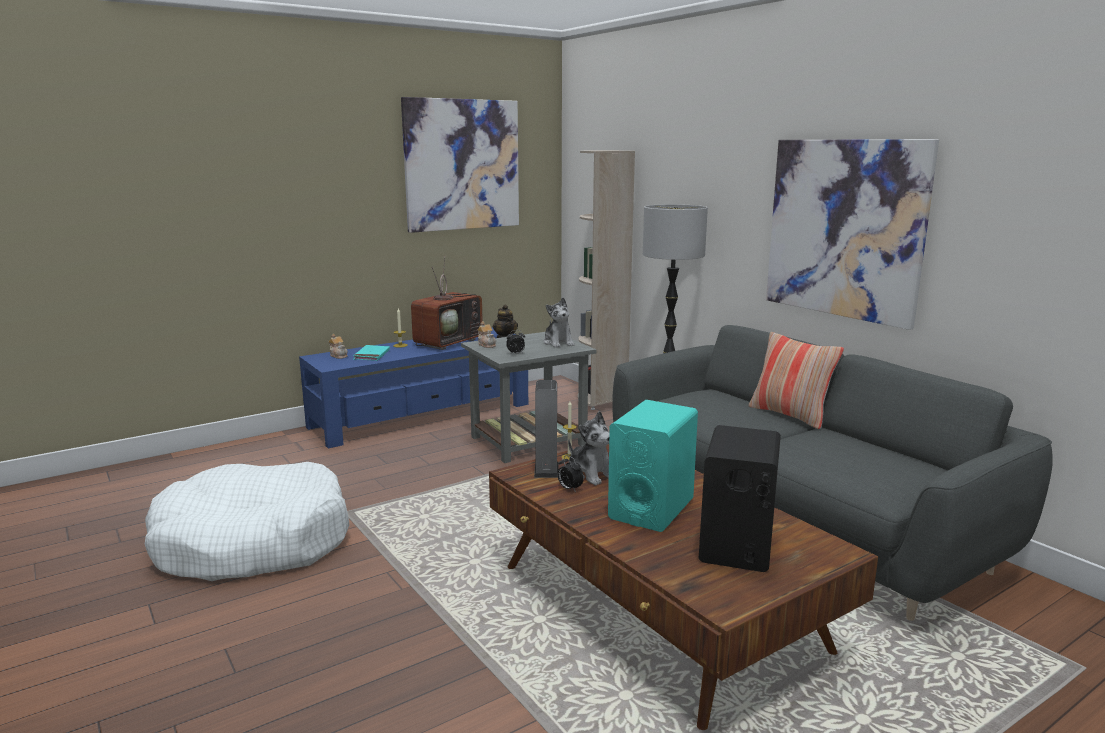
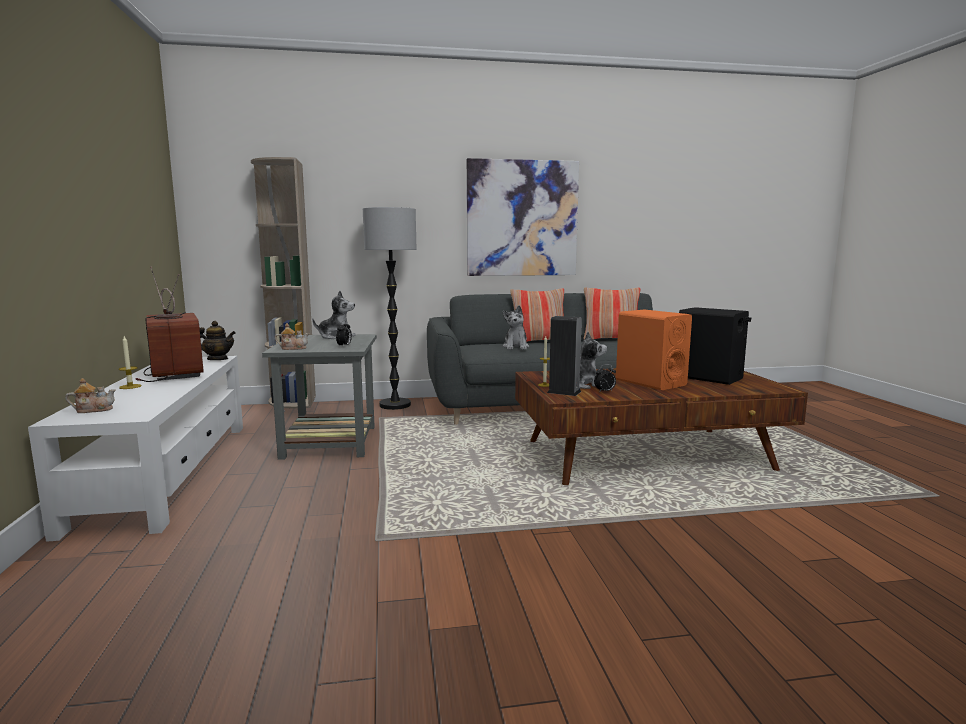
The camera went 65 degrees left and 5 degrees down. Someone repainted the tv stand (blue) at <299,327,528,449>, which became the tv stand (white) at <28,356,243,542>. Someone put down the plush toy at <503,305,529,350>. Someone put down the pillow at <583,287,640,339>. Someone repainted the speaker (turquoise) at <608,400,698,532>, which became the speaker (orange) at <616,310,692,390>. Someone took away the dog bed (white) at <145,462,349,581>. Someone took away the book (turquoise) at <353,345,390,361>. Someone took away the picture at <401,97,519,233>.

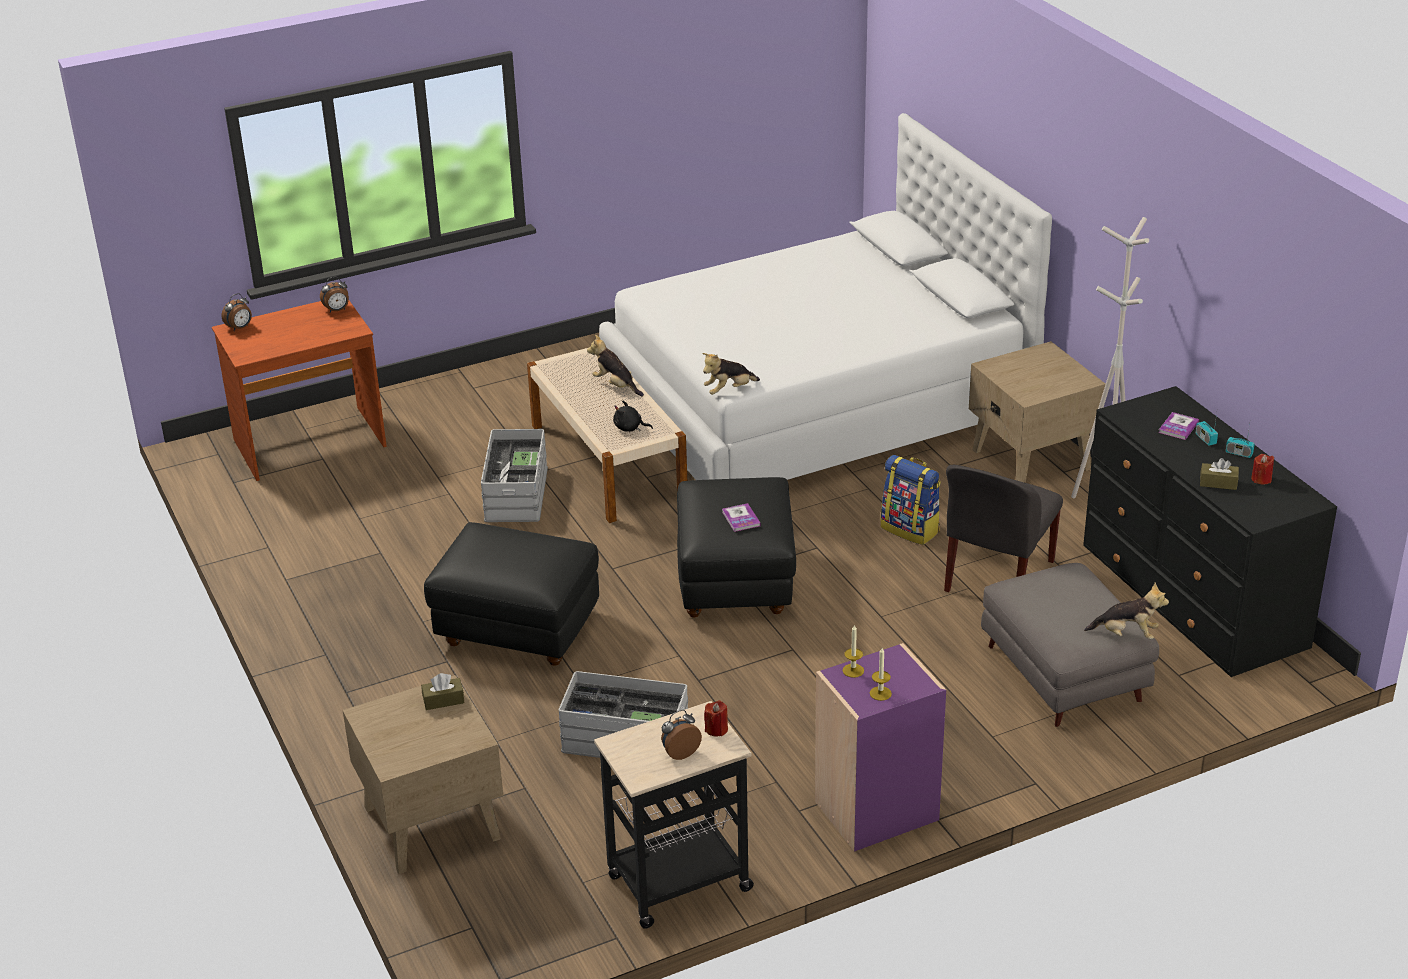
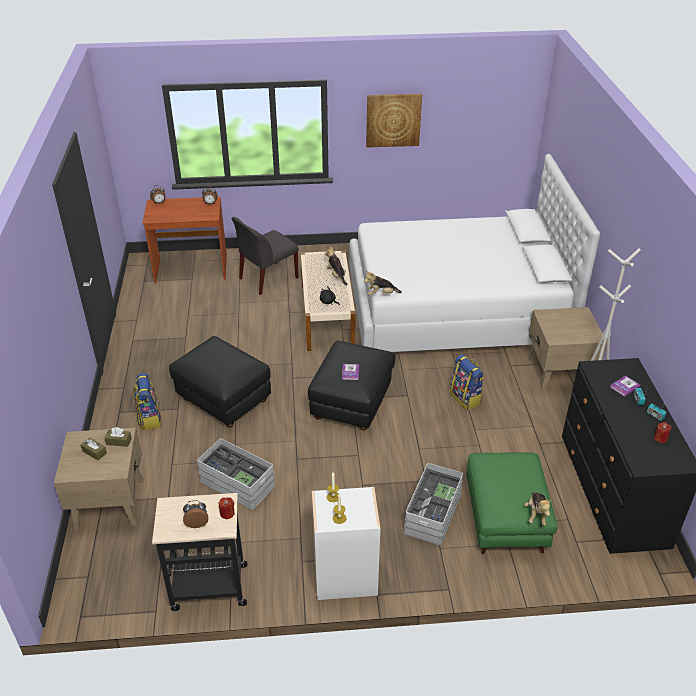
The camera went 20 degrees right and 5 degrees up. Someone carried the tissue box (brown) from <1200,458,1239,490> to <80,438,107,460>. Someone put down the backpack at <133,373,161,430>. Someone carried the chair (grey) from <944,465,1063,592> to <232,217,299,295>. Someone repainted the bookcase (purple) at <815,643,946,851>, which became the bookcase (white) at <312,487,380,600>. Someone put up the picture at <366,94,422,147>. Someone carried the storage box (grey) from <481,429,548,522> to <404,463,464,545>. Someone repainted the ottoman (grey) at <981,563,1159,727>, which became the ottoman (green) at <466,452,558,554>. Someone rotated the plush toy at <1084,583,1169,639> by 60 degrees clockwise.

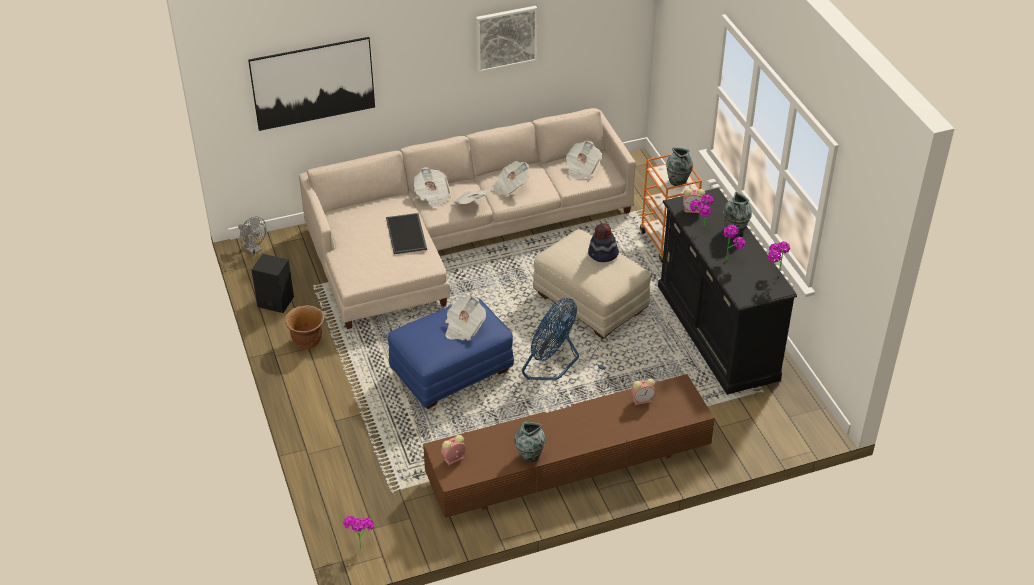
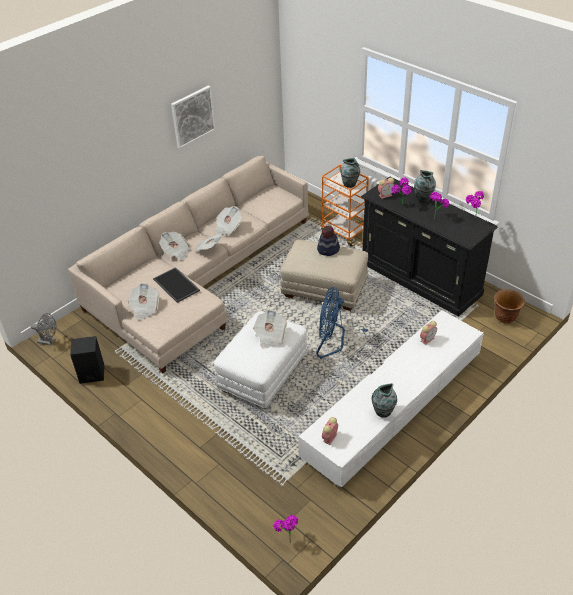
The camera went 25 degrees left and 0 degrees up. Someone carried the newspaper from <565,141,602,179> to <128,283,160,320>. Someone repainted the ottoman (blue) at <388,297,514,409>, which became the ottoman (white) at <214,311,307,409>. Someone repainted the tv stand (brown) at <423,374,715,518>, which became the tv stand (white) at <299,310,484,487>. Someone carried the planter (brown) from <285,305,325,349> to <494,289,525,324>. Someone took away the picture at <248,37,375,131>.

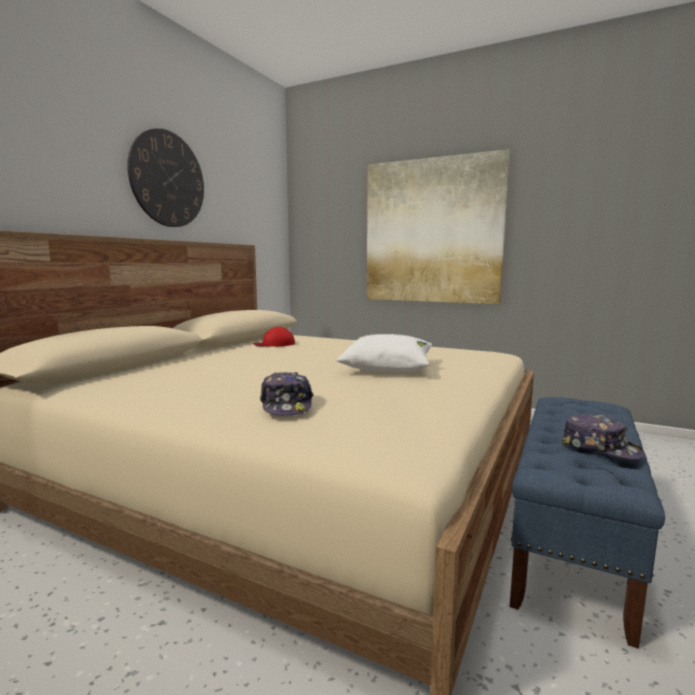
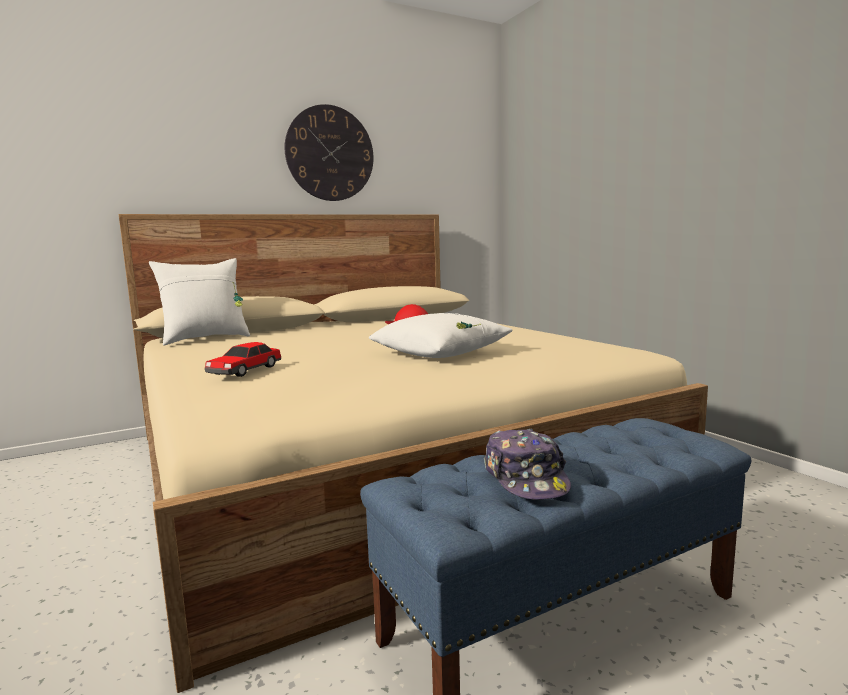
The camera went 35 degrees right and 0 degrees up. Someone put down the pillow (white) at <149,258,250,345>. Someone swapped the cap at <260,372,314,415> for the toy car at <205,342,281,377>. Someone took away the picture at <367,149,510,304>.

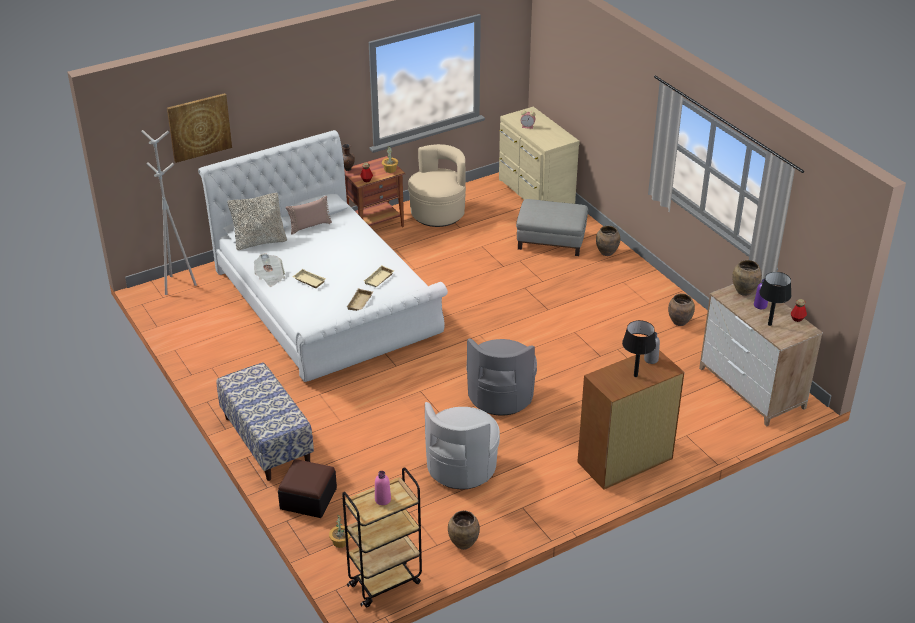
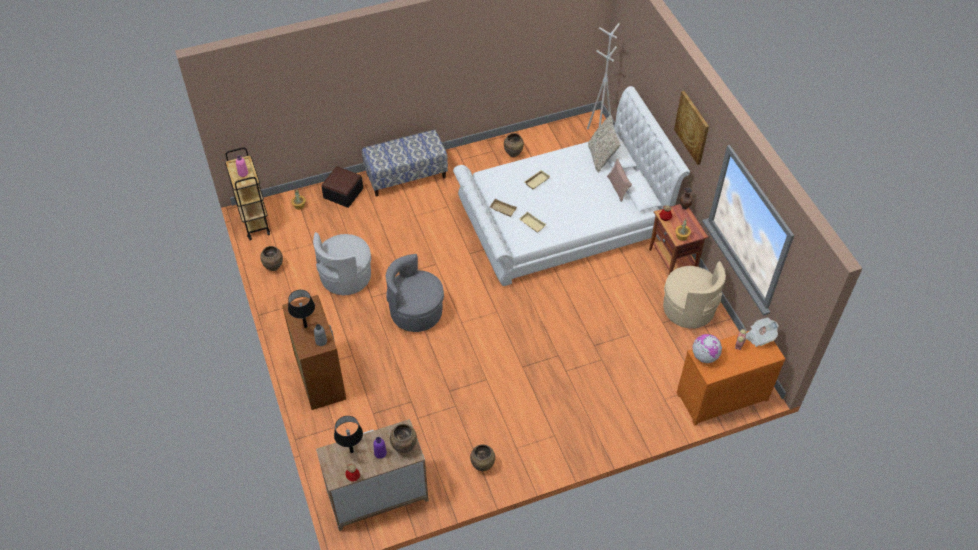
The camera went 100 degrees right and 15 degrees up. Someone rotated the armchair (white) at <425,402,500,489> by 90 degrees counterclockwise. Someone carried the vase (brown) from <596,226,620,256> to <504,133,524,157>. Someone carried the picture from <167,93,232,163> to <674,91,709,165>. Someone repainted the dresser (beige) at <499,107,580,204>, which became the dresser (orange) at <676,331,785,426>. Someone put down the globe at <692,334,722,363>. Someone carried the newspaper from <254,253,285,287> to <746,318,779,347>. Someone took away the ottoman (grey) at <516,199,588,256>.

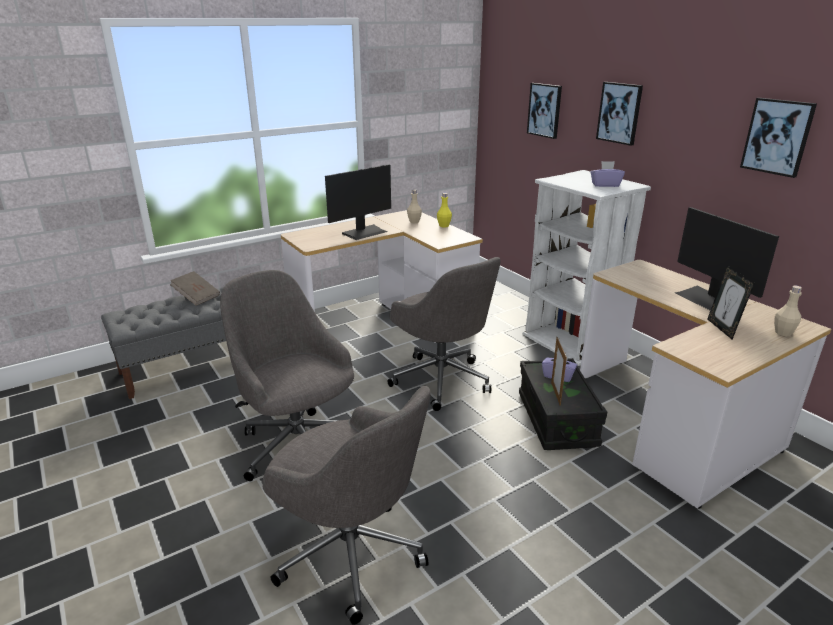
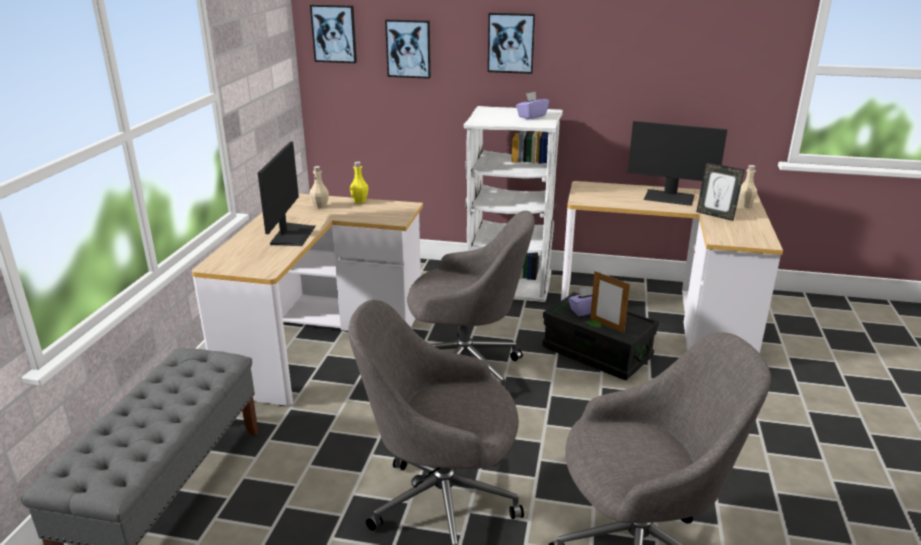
The camera went 45 degrees left and 0 degrees up. Someone carried the picture from <740,98,817,178> to <310,5,357,63>. Someone took away the book (brown) at <170,271,220,306>.

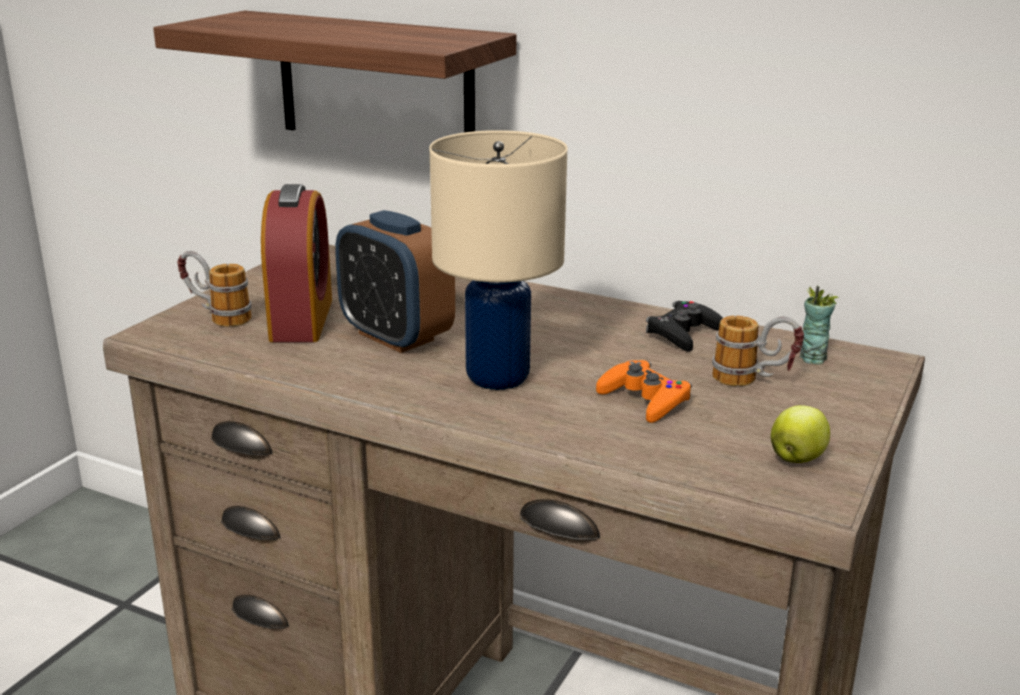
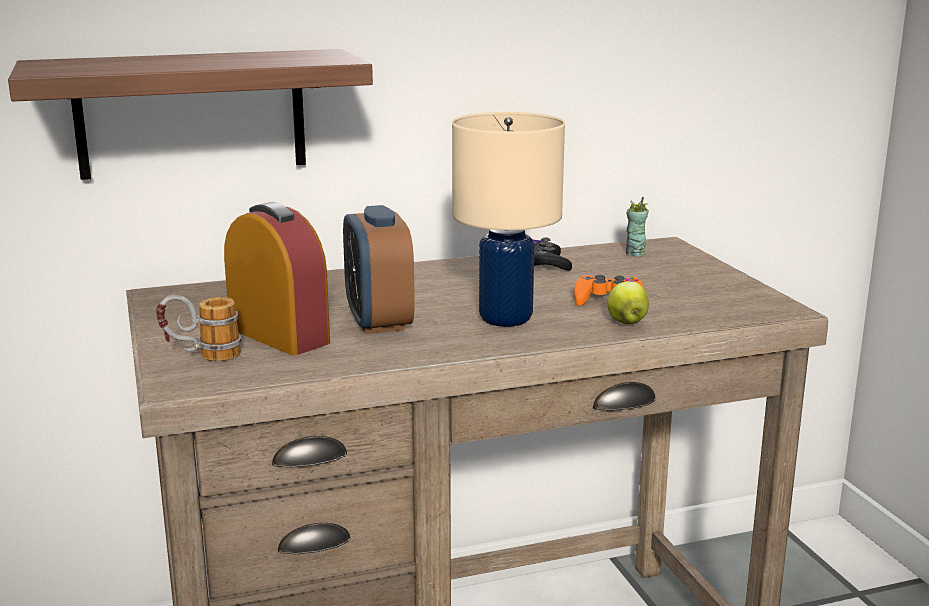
The camera went 45 degrees left and 5 degrees down. Someone rotated the alarm clock at <335,210,455,353> by 75 degrees clockwise. Someone carried the apple from <771,405,830,463> to <607,281,649,324>. Someone took away the mug at <712,315,804,386>.

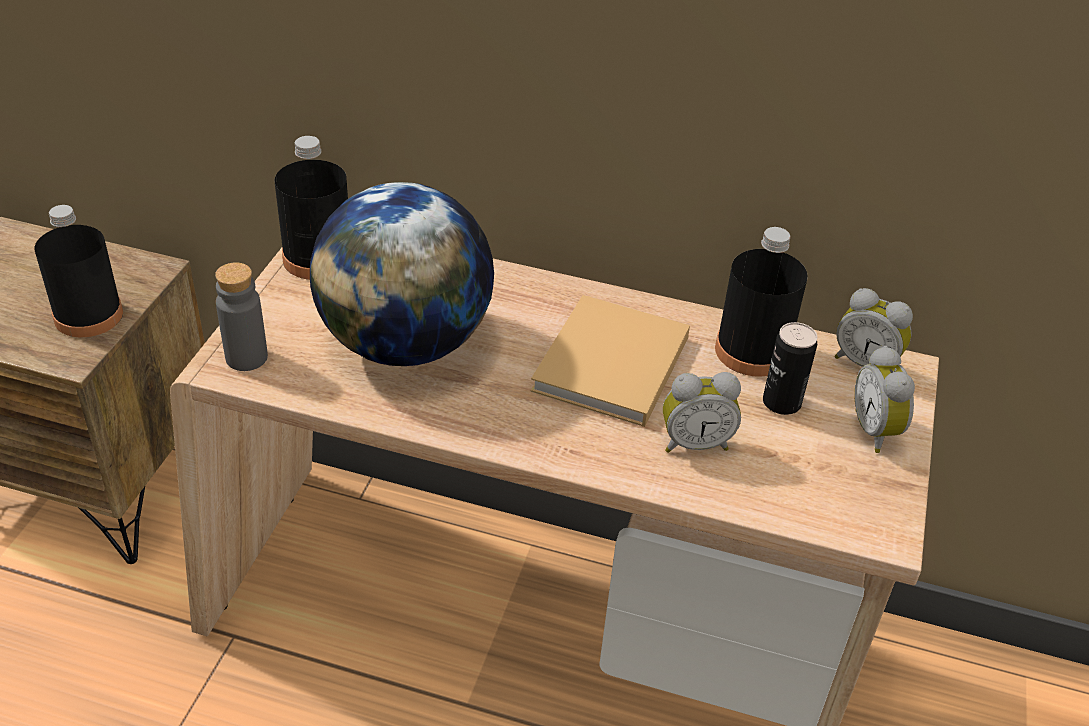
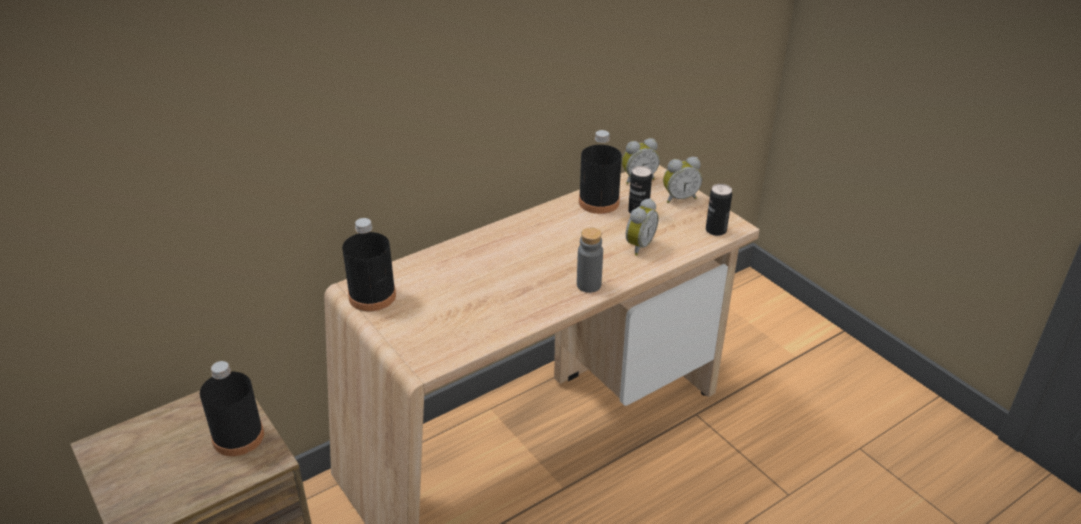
The camera went 50 degrees left and 5 degrees down. Someone carried the bottle (grey) from <215,262,268,371> to <577,228,603,293>. Someone rotated the alarm clock at <855,346,915,453> by 45 degrees counterclockwise. Someone put down the can at <706,184,732,236>. Someone took away the globe at <310,182,494,366>. Someone took away the book (beige) at <530,295,690,427>.

